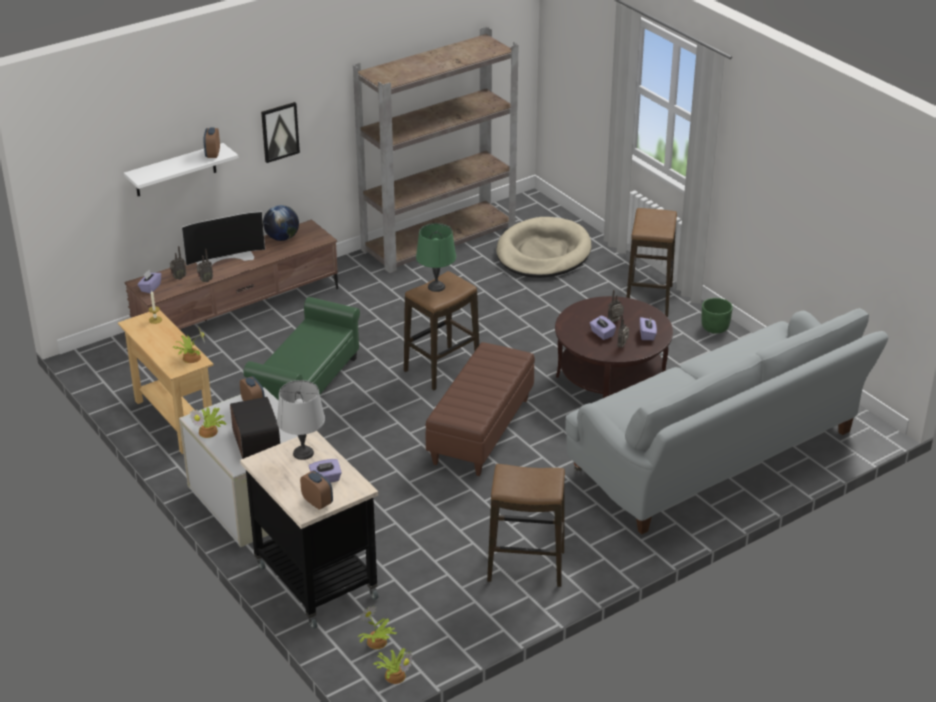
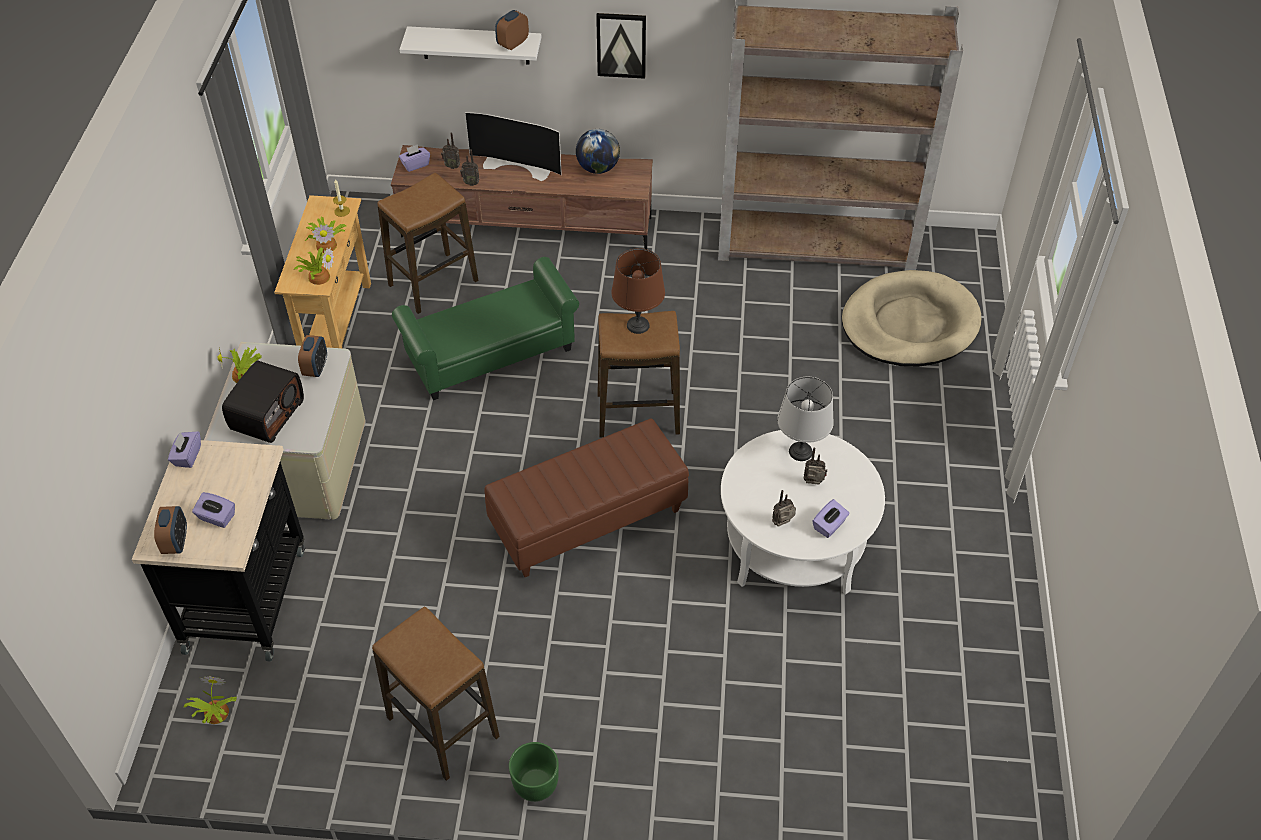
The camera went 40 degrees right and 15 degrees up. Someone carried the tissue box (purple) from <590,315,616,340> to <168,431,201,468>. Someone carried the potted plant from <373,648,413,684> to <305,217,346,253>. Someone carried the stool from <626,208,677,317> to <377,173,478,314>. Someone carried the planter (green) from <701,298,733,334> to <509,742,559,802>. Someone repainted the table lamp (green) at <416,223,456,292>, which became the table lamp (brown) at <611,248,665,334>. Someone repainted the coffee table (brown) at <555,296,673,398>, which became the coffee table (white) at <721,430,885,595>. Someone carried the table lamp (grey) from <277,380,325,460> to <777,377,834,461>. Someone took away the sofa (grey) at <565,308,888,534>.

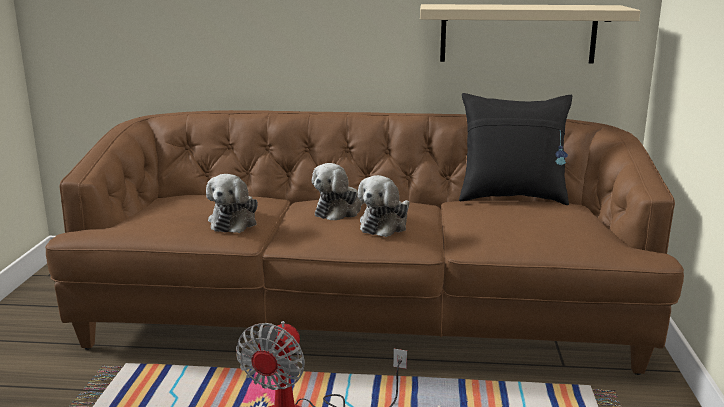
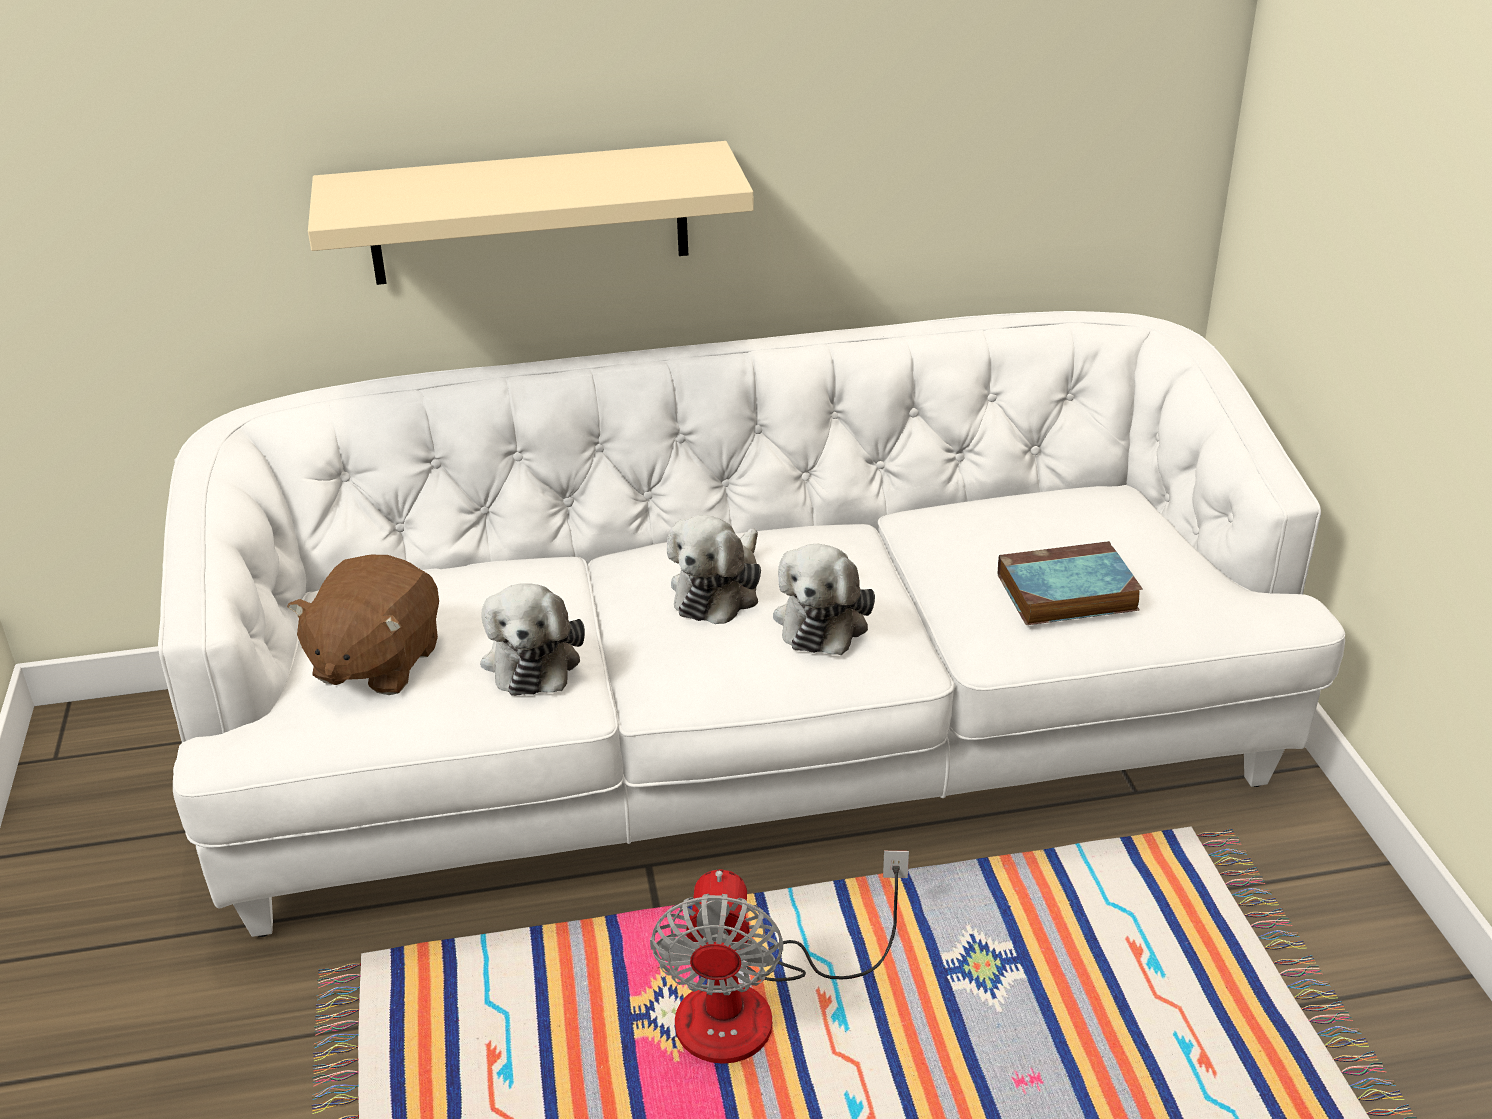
The camera went 15 degrees left and 15 degrees up. Someone repainted the sofa (brown) at <45,110,684,375>, which became the sofa (white) at <158,311,1345,937>. Someone put down the plush toy (brown) at <287,555,439,695>. Someone carried the shelf (beige) from <420,4,640,64> to <308,141,754,285>. Someone put down the book at <998,541,1143,625>. Someone took away the pillow (black) at <459,93,572,205>.

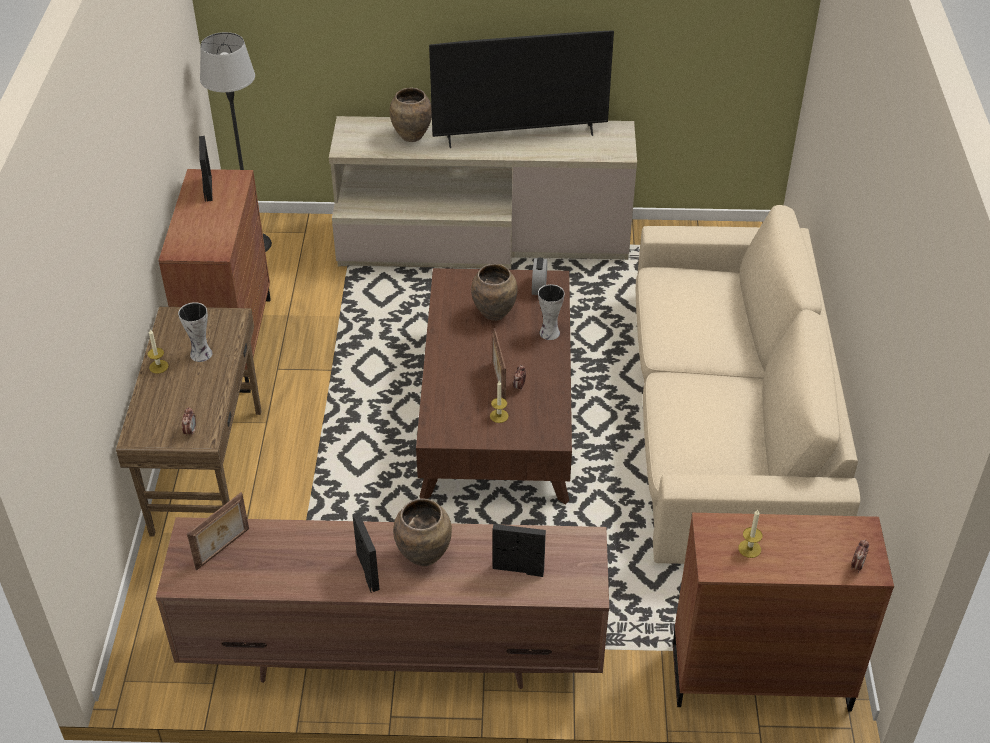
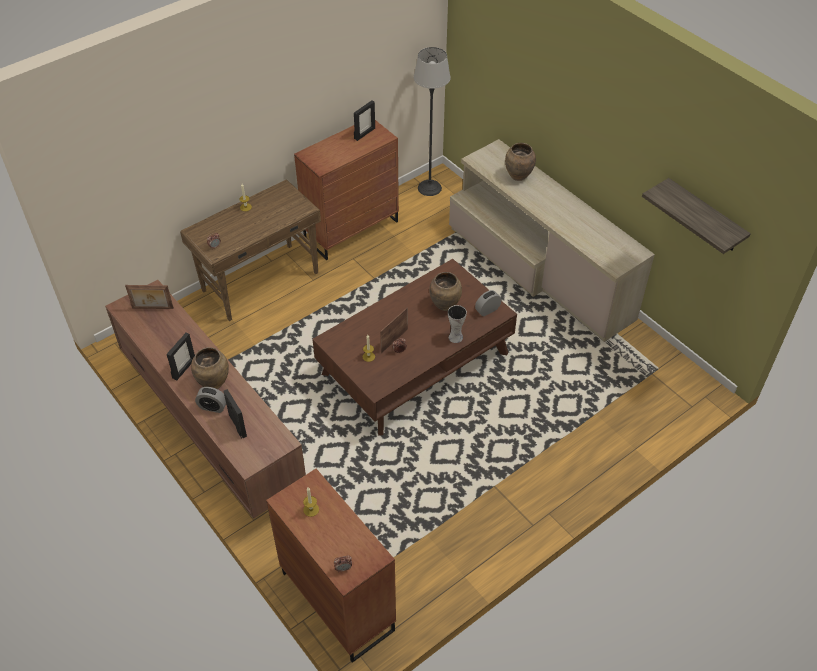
The camera went 50 degrees right and 5 degrees up. Someone put down the alarm clock at <195,387,226,413>. Someone put up the shelf at <642,178,751,254>. Someone took away the vase at <178,302,212,362>. Someone took away the television at <429,30,614,148>. Someone took away the sofa (beige) at <636,205,860,564>.

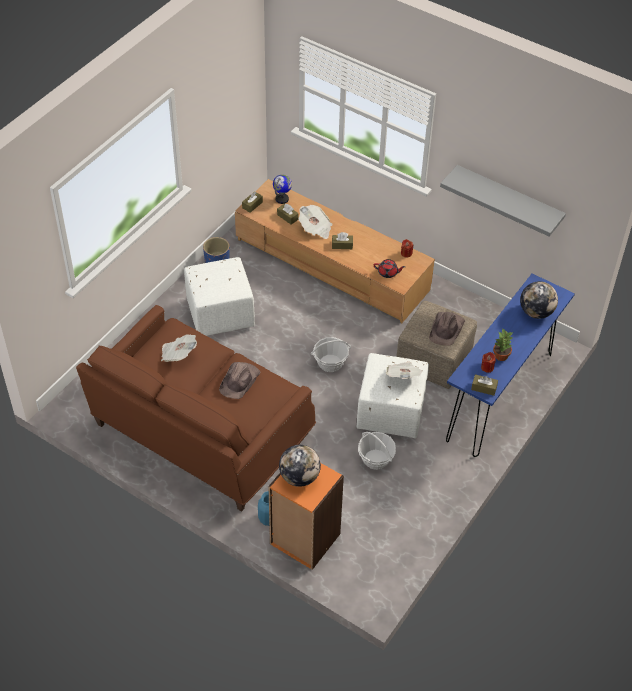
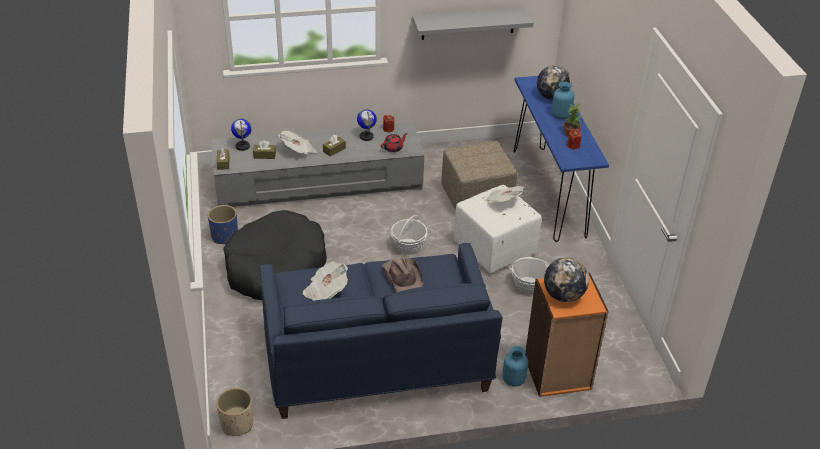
The camera went 45 degrees left and 10 degrees down. Someone repainted the tv stand (brown) at <235,179,435,323>, which became the tv stand (grey) at <211,122,425,207>. Someone put down the planter (beige) at <216,388,253,436>. Someone swapped the ottoman (white) at <184,257,255,336> for the dog bed (black) at <223,210,327,300>. Someone repainted the sofa (brown) at <76,305,316,512>, which became the sofa (blue) at <260,243,503,419>. Someone put down the globe at <357,109,377,141>. Someone put down the vase (blue) at <552,82,574,119>. Someone took away the hat (brown) at <429,312,465,346>. Someone took away the tissue box (brown) at <471,374,498,396>.

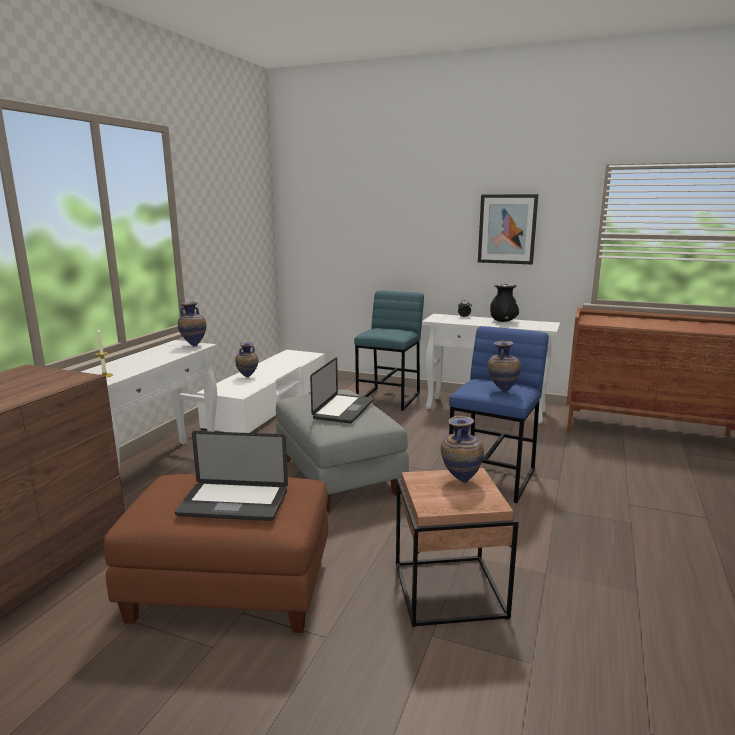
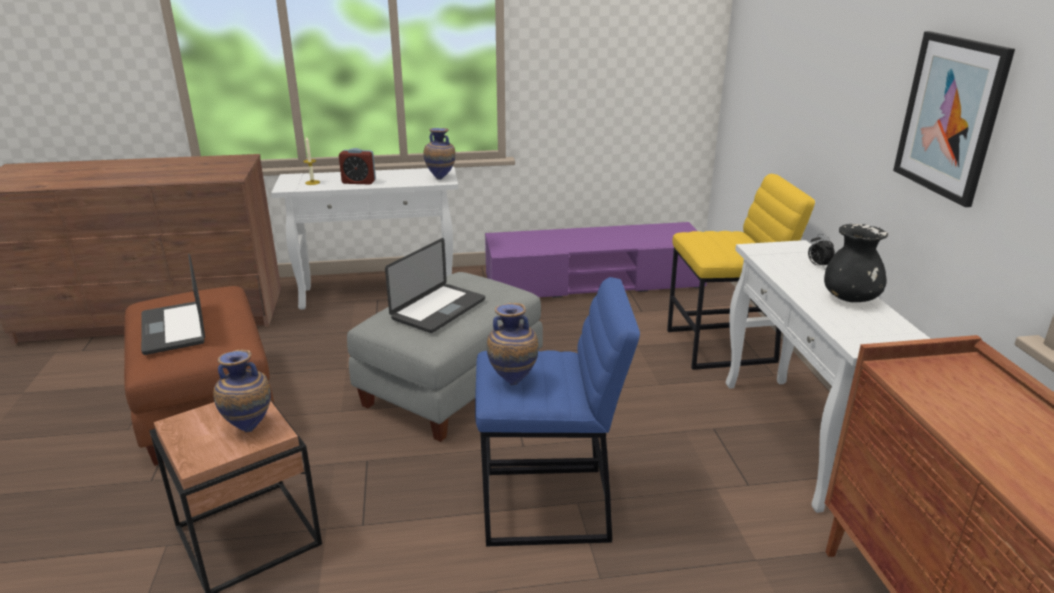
The camera went 60 degrees right and 10 degrees up. Someone put down the alarm clock at <339,148,376,185>. Someone rotated the laptop at <310,357,374,423> by 45 degrees counterclockwise. Someone repainted the tv stand (white) at <197,350,325,433>, which became the tv stand (purple) at <485,222,707,298>. Someone repainted the stool (blue) at <354,290,424,411>, which became the stool (yellow) at <667,173,815,370>. Someone took away the vase at <235,342,258,377>.

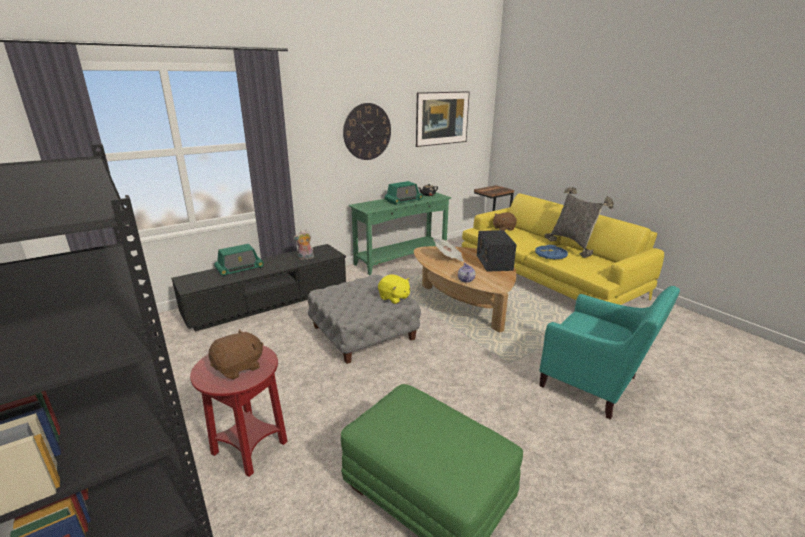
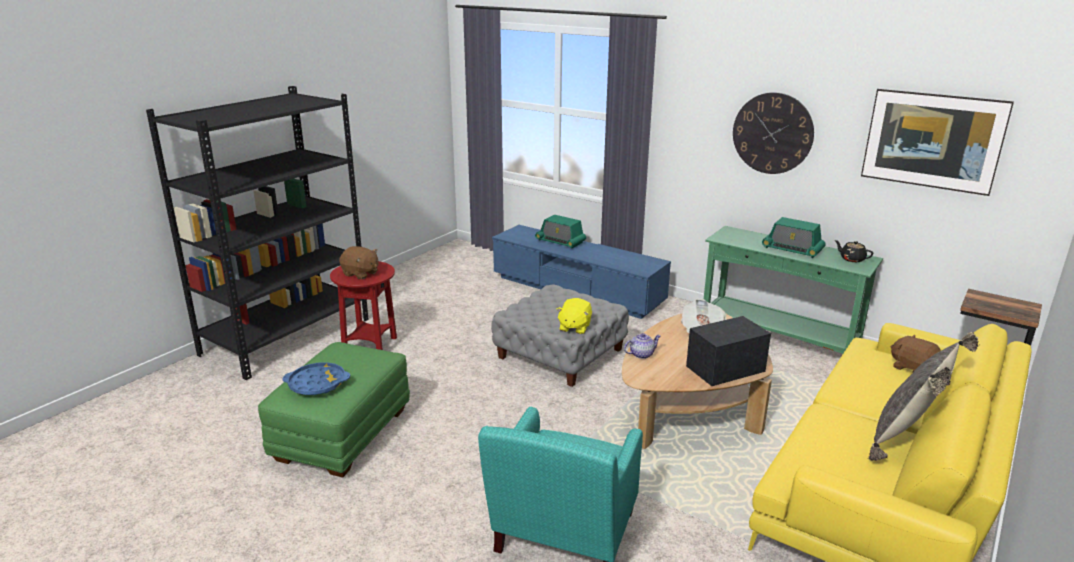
The camera went 70 degrees right and 0 degrees up. Someone carried the tray (blue) from <535,245,568,260> to <283,362,350,395>. Someone repainted the tv stand (black) at <171,244,346,332>, which became the tv stand (blue) at <492,225,671,319>. Someone took away the plush toy at <293,230,314,260>.

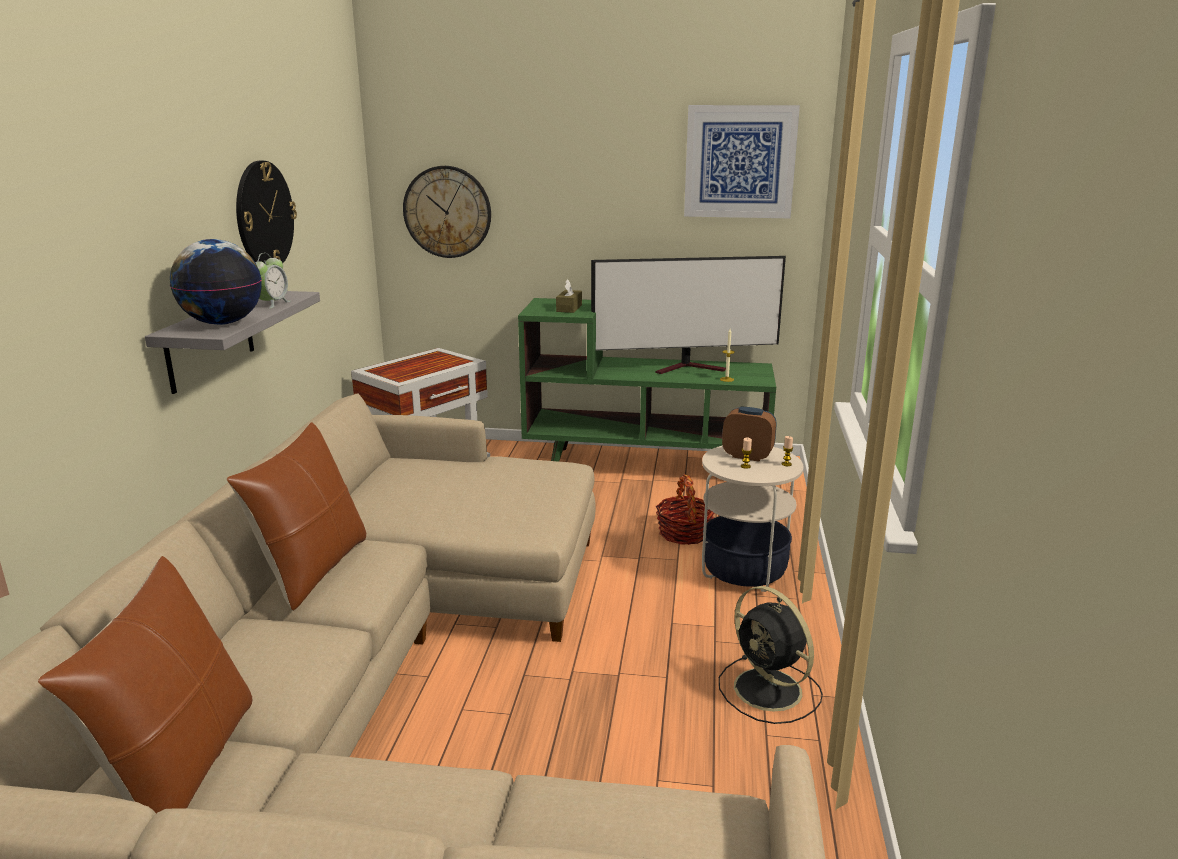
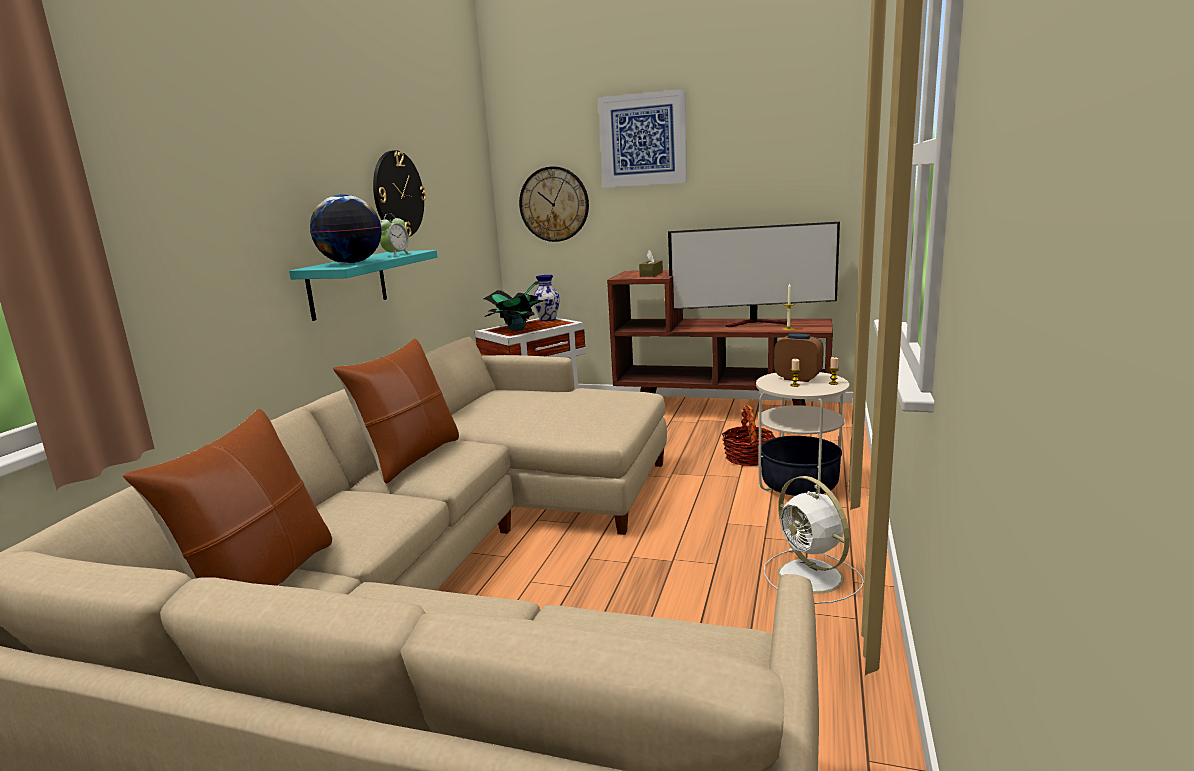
The camera went 10 degrees right and 5 degrees down. Someone repainted the shelf (grey) at <145,291,320,394>, which became the shelf (turquoise) at <289,250,437,321>. Someone put down the potted plant at <484,281,543,331>. Someone put down the vase at <533,275,560,321>. Someone carried the picture from <684,105,800,218> to <598,89,687,188>. Someone repainted the tv stand (green) at <518,298,776,462>, which became the tv stand (brown) at <607,270,833,406>. Someone repainted the fan (black) at <719,586,823,724>, which became the fan (white) at <764,476,864,604>.

